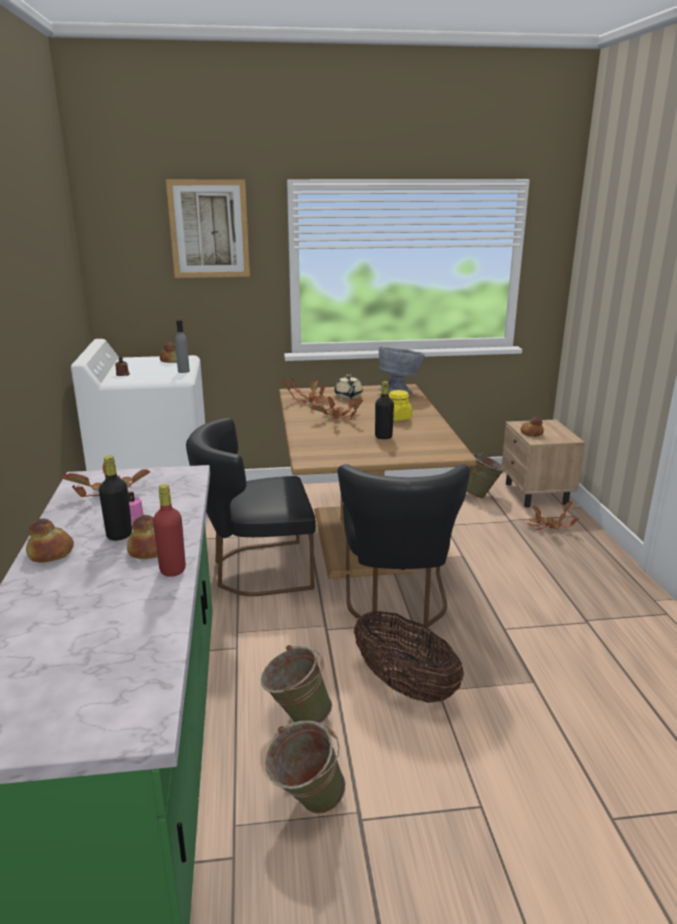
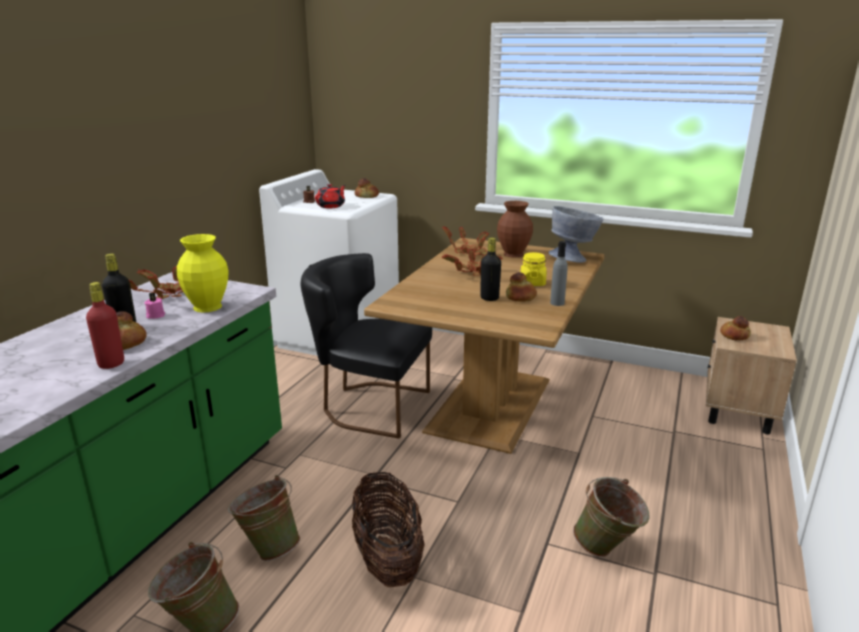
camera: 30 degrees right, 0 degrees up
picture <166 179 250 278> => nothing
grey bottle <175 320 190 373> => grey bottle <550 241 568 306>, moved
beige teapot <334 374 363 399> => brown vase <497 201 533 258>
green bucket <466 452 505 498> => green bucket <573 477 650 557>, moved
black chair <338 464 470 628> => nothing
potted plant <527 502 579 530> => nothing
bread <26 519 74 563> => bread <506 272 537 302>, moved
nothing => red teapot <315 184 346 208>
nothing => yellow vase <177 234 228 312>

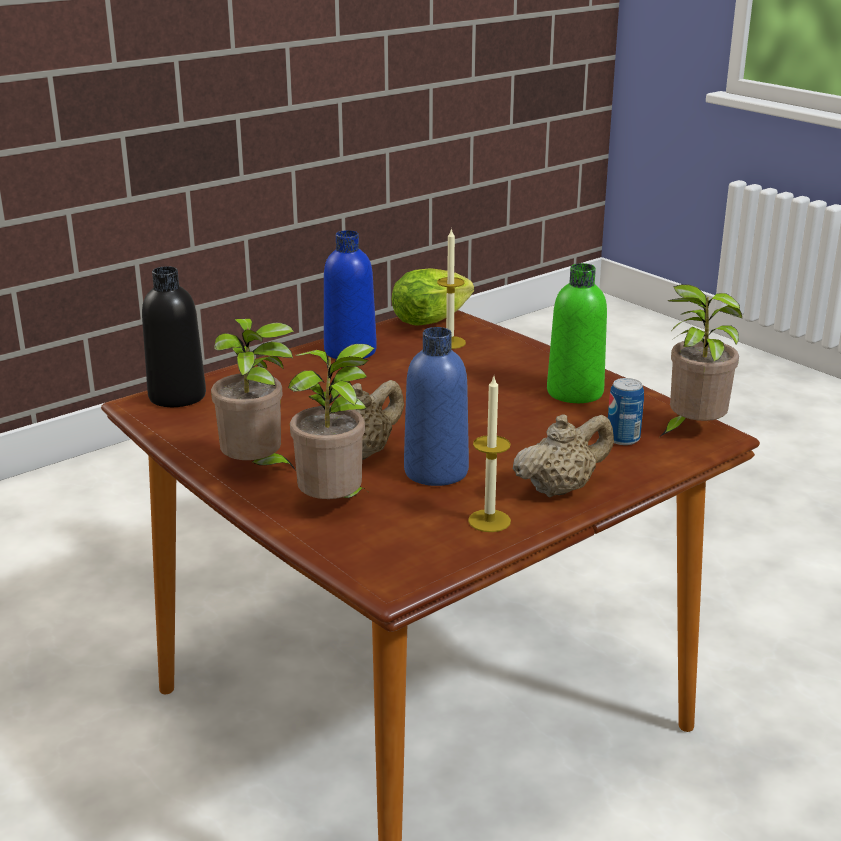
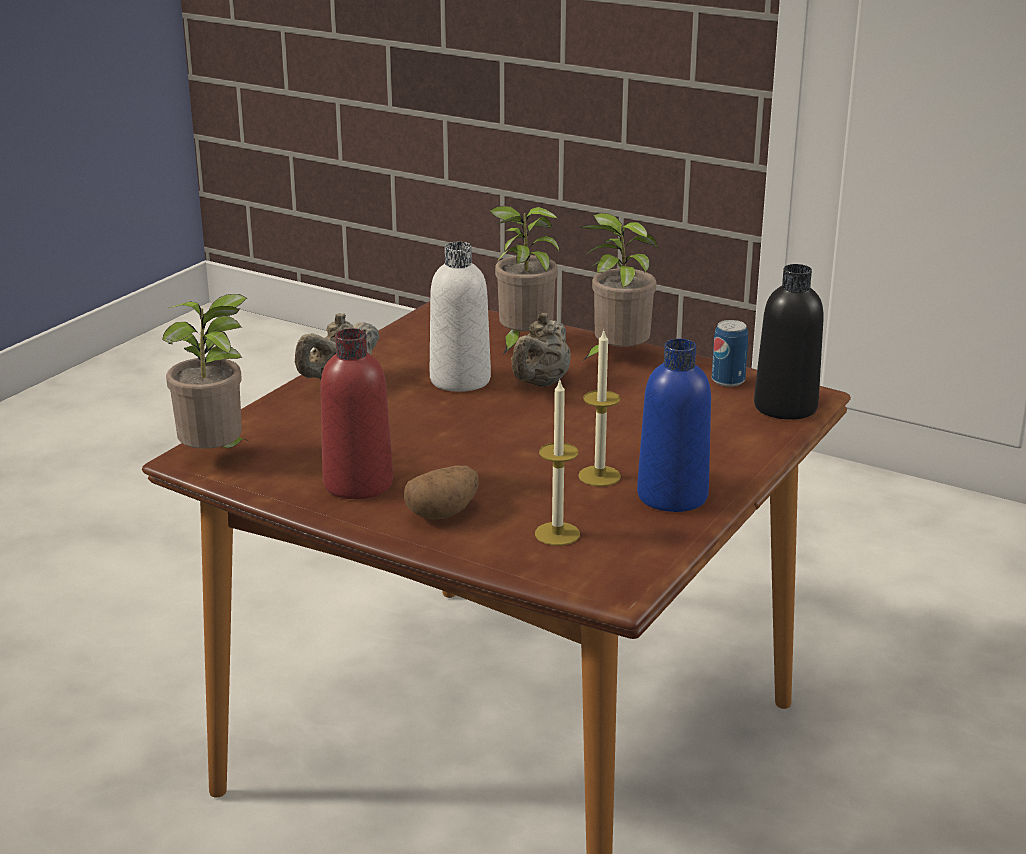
camera: 160 degrees right, 0 degrees up
green bottle <547 263 607 403> => red bottle <321 328 393 499>
lettuce <392 269 474 326> => nothing
blue bottle <404 327 469 486> => white bottle <430 242 491 392>
candle <468 377 511 532> => candle <578 331 621 486>, moved
can <608 378 644 445> => can <712 320 748 387>, moved
nothing => potato <404 465 479 520>

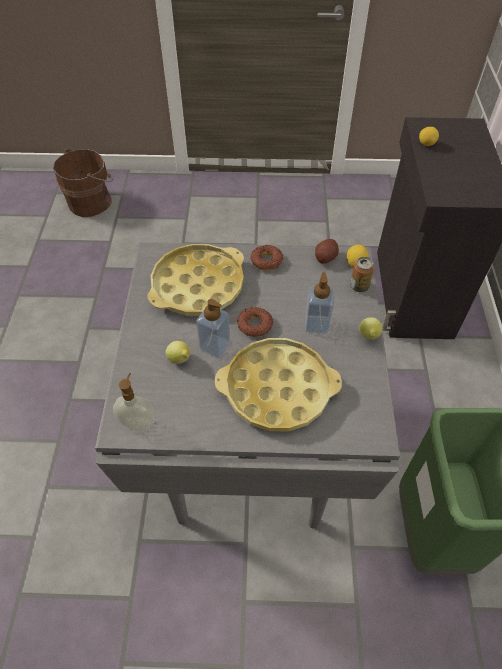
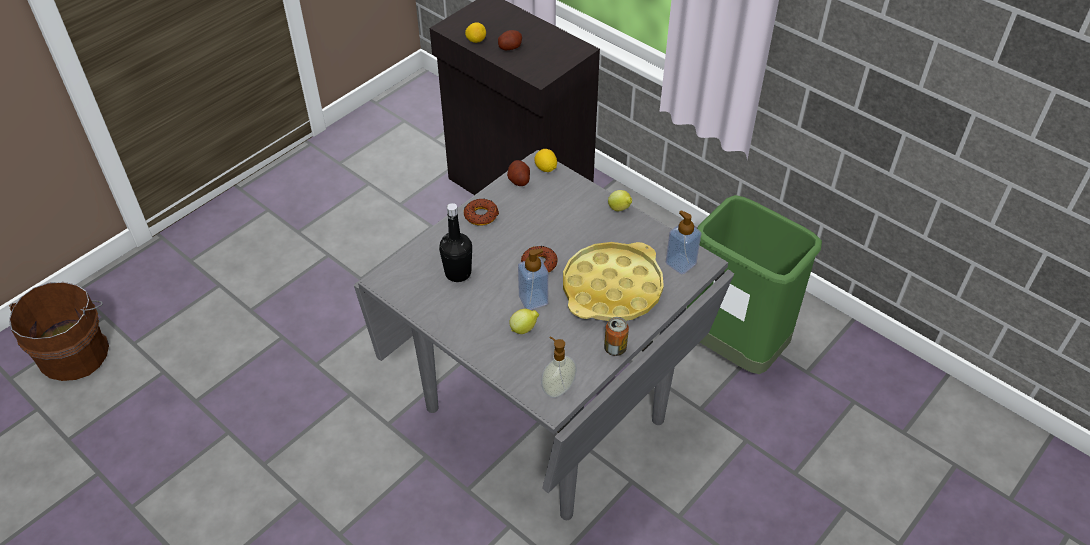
camera: 50 degrees left, 5 degrees down
yellow tray <148 244 244 316> => black bottle <439 203 472 282>
can <350 257 374 292> => can <604 317 629 356>, moved
soap dispenser <305 272 334 334> => soap dispenser <666 210 701 274>, moved
nothing => potato <498 30 522 50>

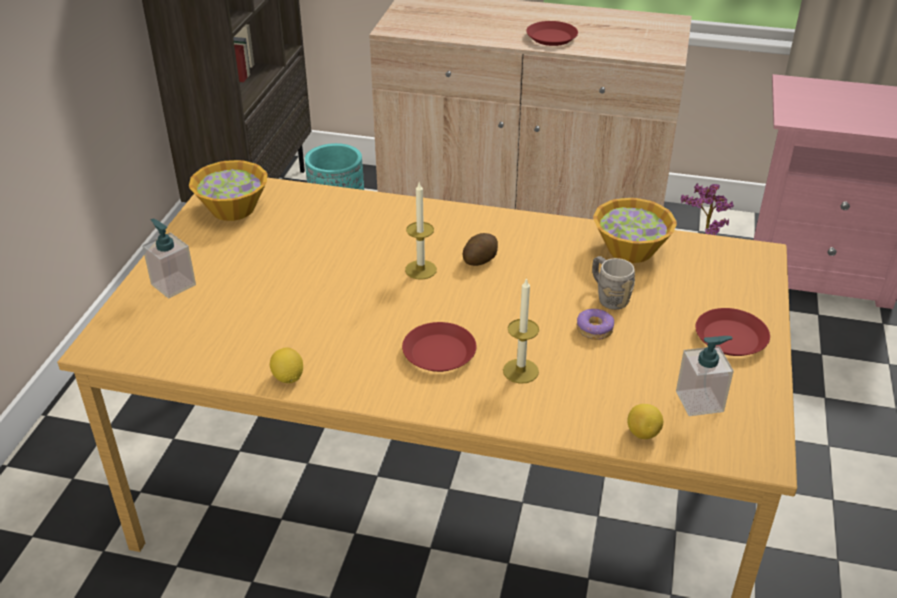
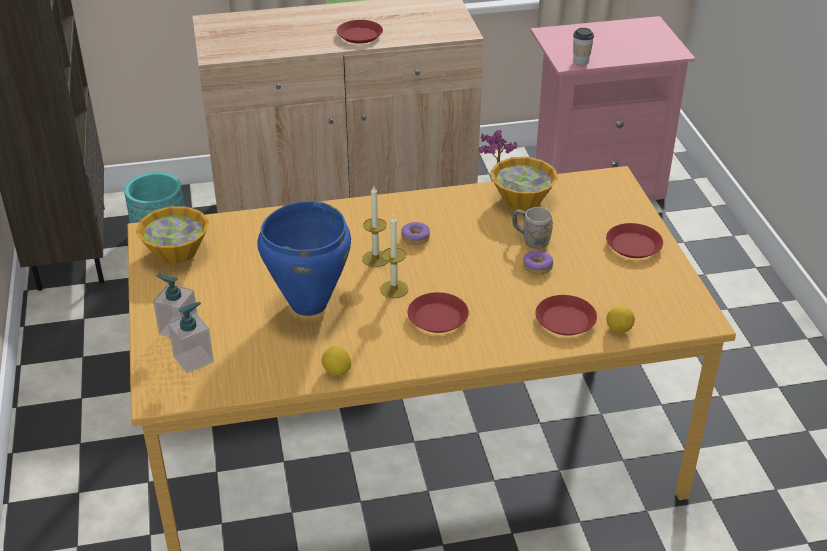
camera: 25 degrees left, 0 degrees up
potato <463 233 498 266> => donut <401 222 430 245>
candle <503 278 539 384> => candle <380 214 408 298>, moved
soap dispenser <676 336 734 416> => soap dispenser <168 302 214 373>, moved
nothing => cup <573 28 594 65>
nothing => blue cooking pot <257 201 351 316>
nothing => red plate <535 295 597 335>

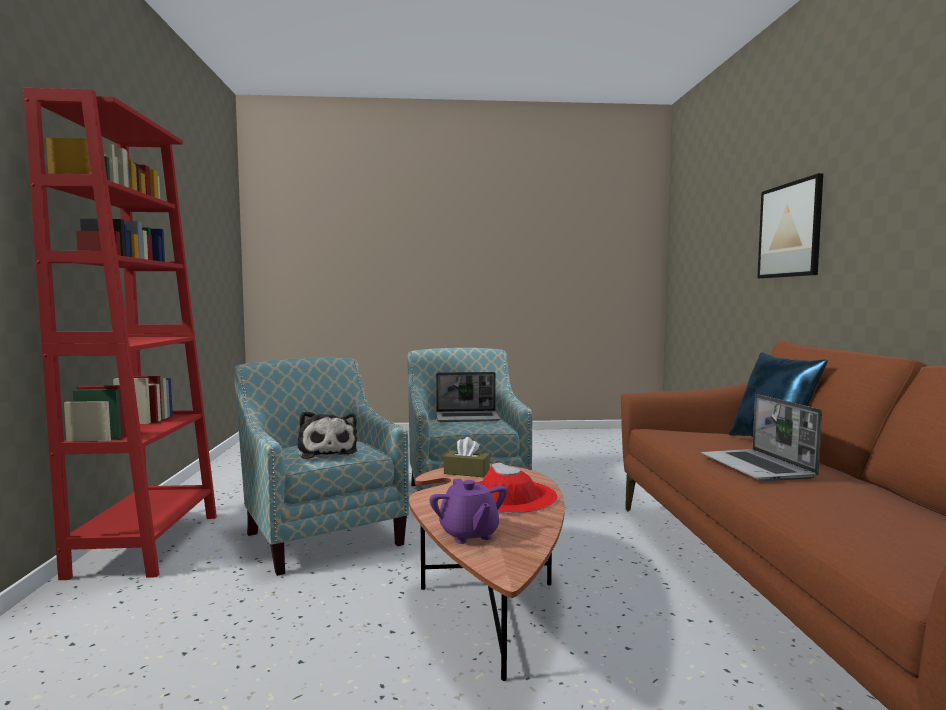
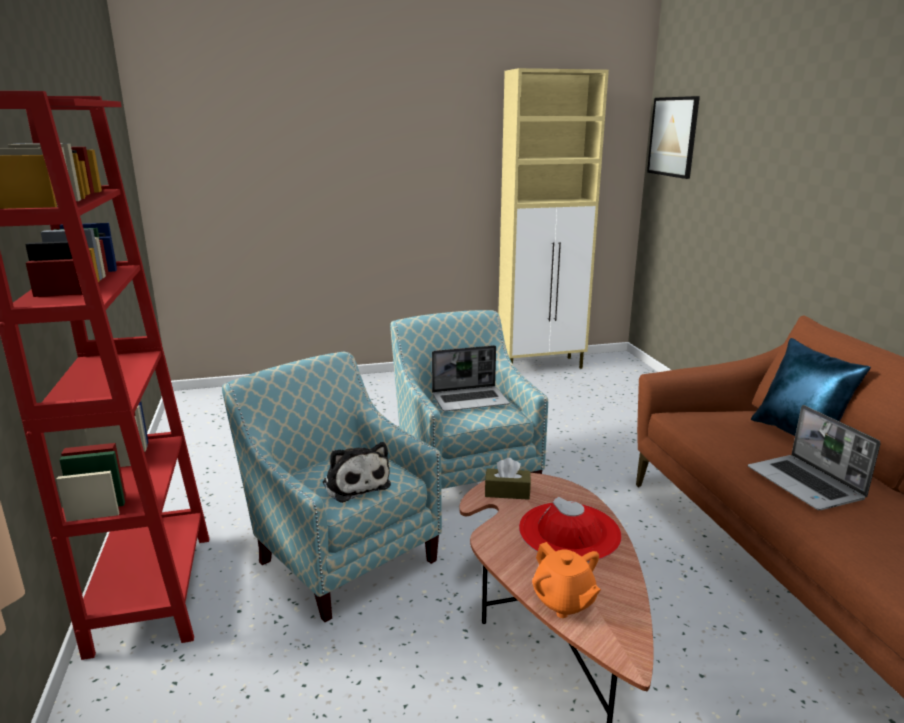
camera: 10 degrees left, 15 degrees up
picture <757 173 823 279> => picture <647 96 700 179>, moved
purple teapot <429 479 507 544> => orange teapot <532 542 601 618>
nothing => beige cabinet <498 68 609 369>

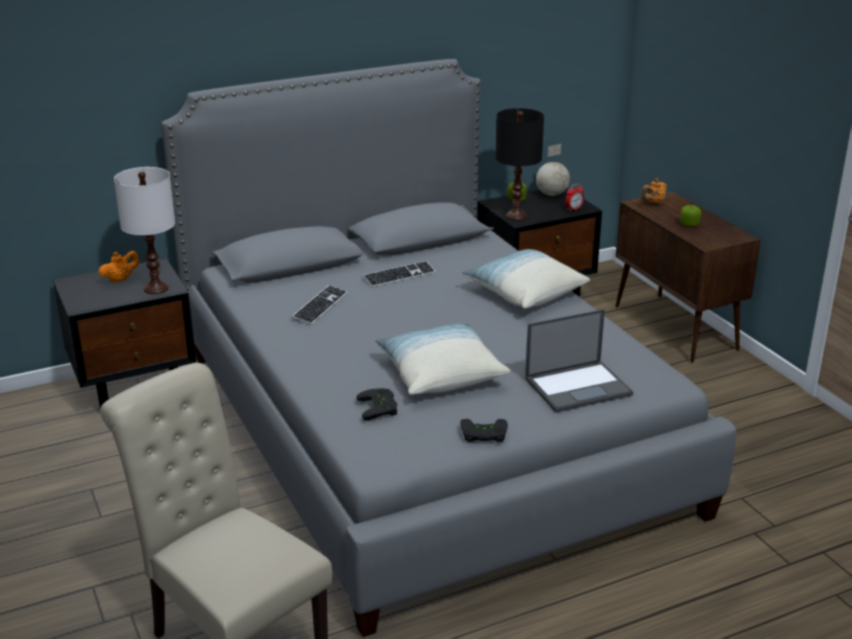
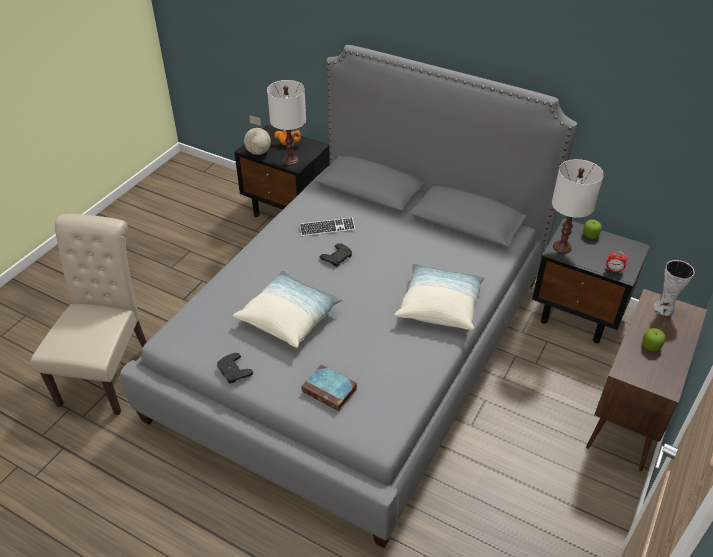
camera: 55 degrees right, 15 degrees up
black table lamp <495 108 544 220> => white table lamp <552 159 604 253>
globe <536 144 570 196> => globe <244 115 271 155>, moved
orange teapot <641 178 667 205> => vase <654 260 695 316>
keyboard <363 261 436 287> => nothing
laptop <525 309 633 413> => book <301 364 357 411>
black game controller <357 388 397 420> => black game controller <320 243 352 267>, moved

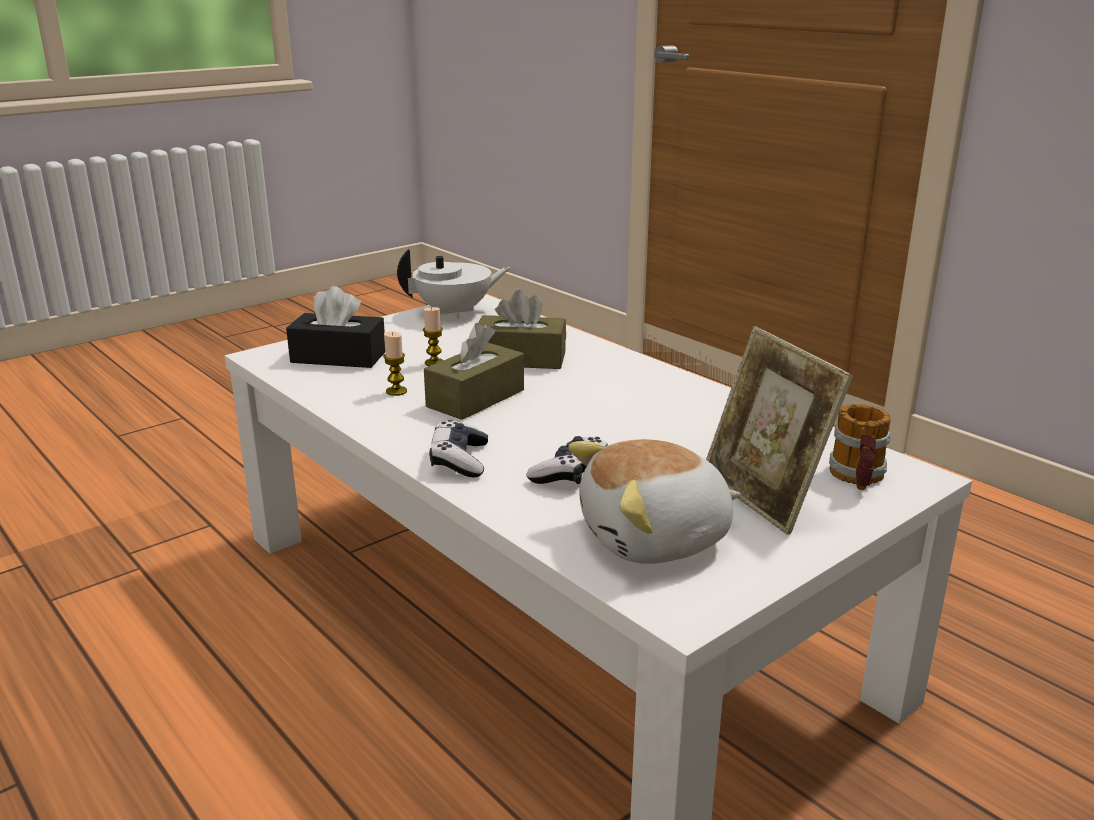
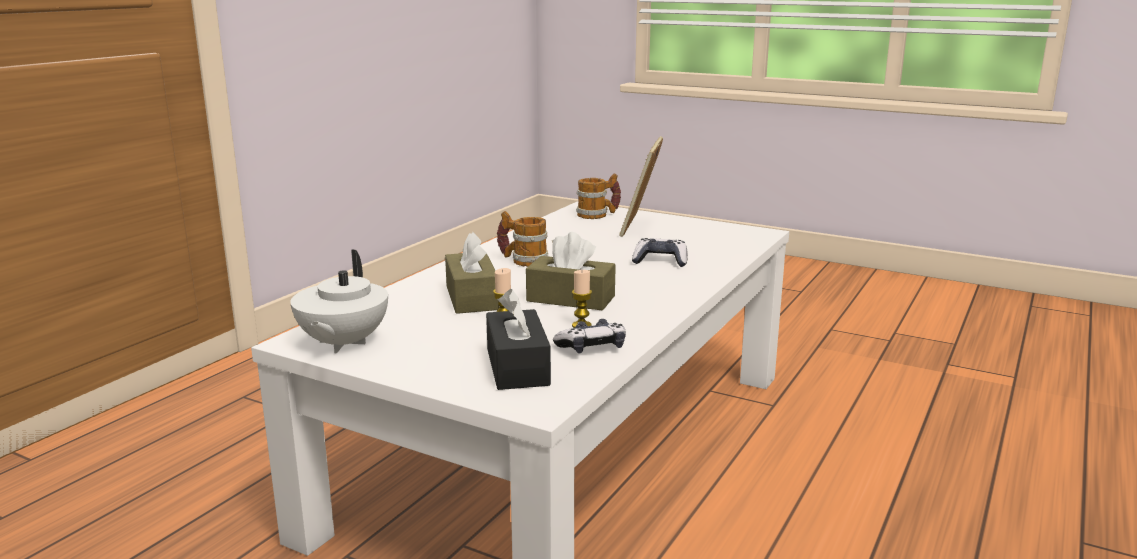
camera: 110 degrees left, 5 degrees down
white teapot <397 249 511 319> => white teapot <290 250 388 353>, 135 degrees counterclockwise
picture frame <706 326 853 535> => picture frame <619 136 663 237>, 150 degrees clockwise
game controller <429 420 488 477> => game controller <553 319 626 354>, moved
plush toy <569 439 741 564> => nothing
nothing => mug <497 211 548 267>

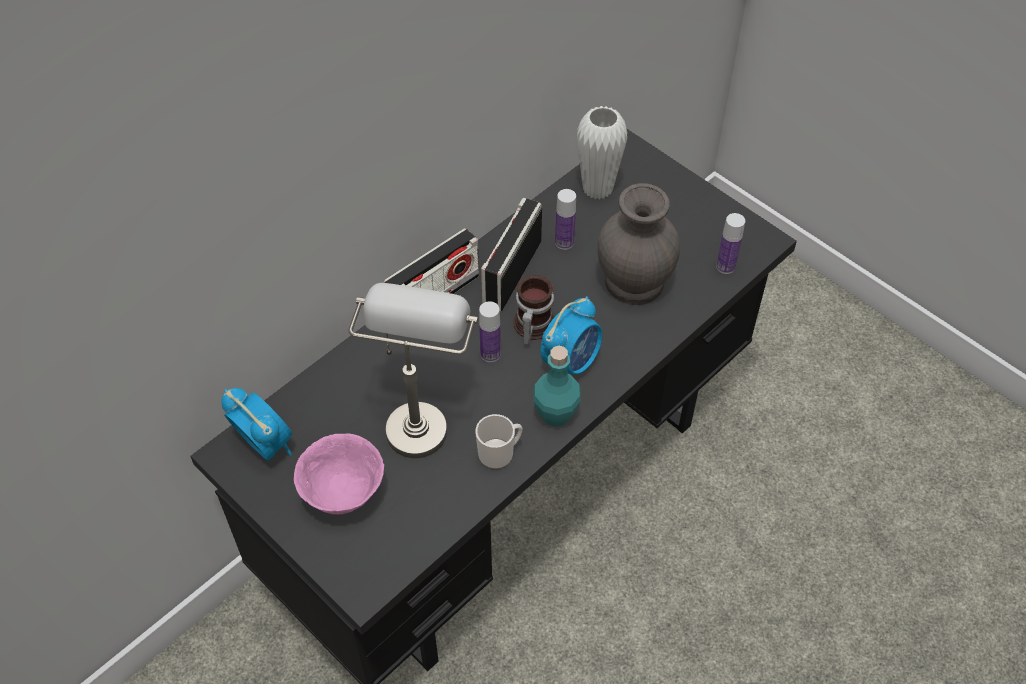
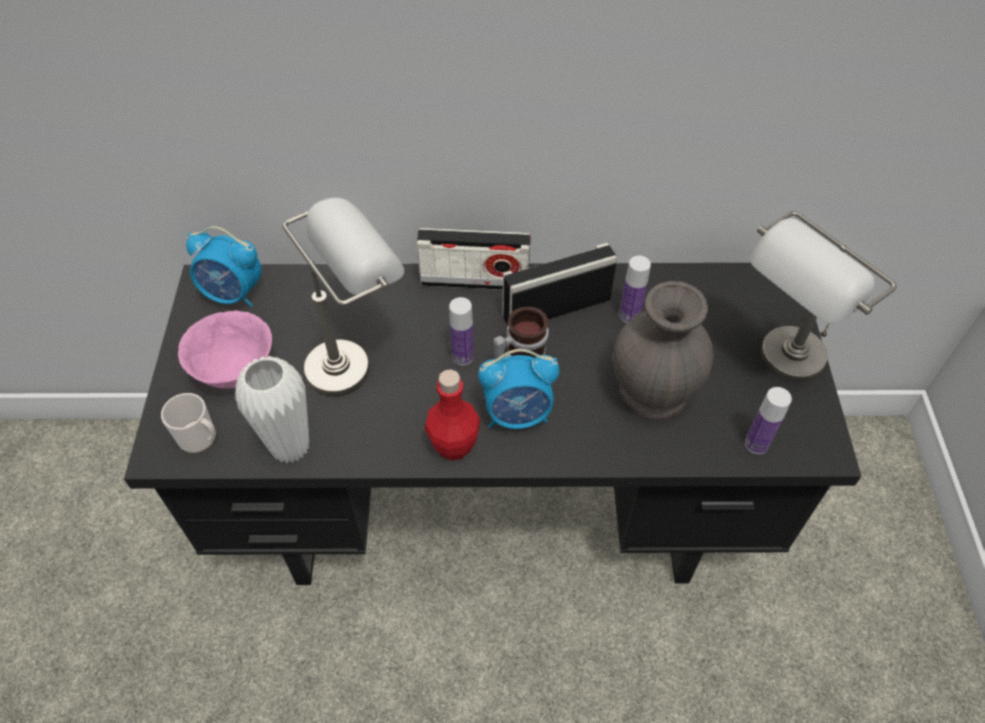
camera: 45 degrees right, 0 degrees up
white vase <577 106 628 200> => white vase <235 356 309 464>, moved
turquoise bottle <533 346 581 427> => red bottle <425 369 480 460>
alarm clock <221 388 292 461> => alarm clock <186 226 262 307>, 105 degrees clockwise
mug <475 414 522 469> => mug <161 393 216 453>, moved
nothing => grey table lamp <750 211 897 382>

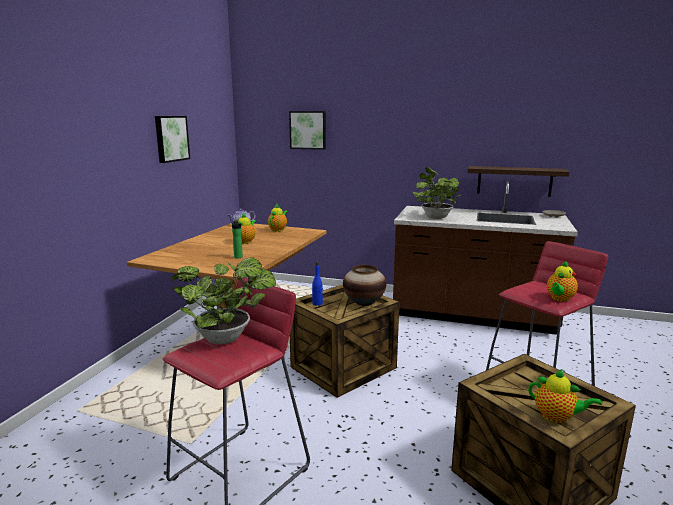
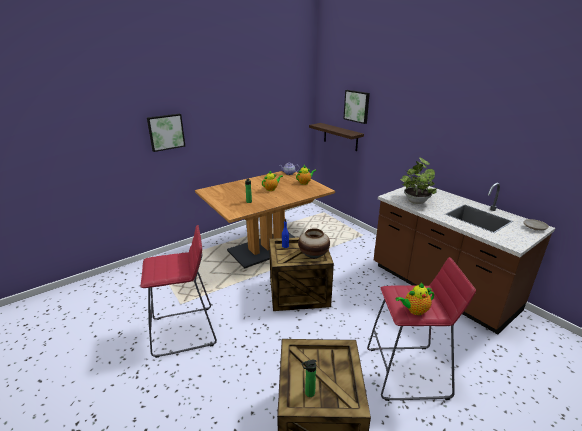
camera: 35 degrees right, 10 degrees up
picture <155 116 190 163> => picture <147 114 185 152>, moved
shelf <468 166 570 197> => shelf <309 123 364 151>, moved
potted plant <171 257 276 344> => nothing
teapot <528 369 602 423> => bottle <301 359 316 397>

